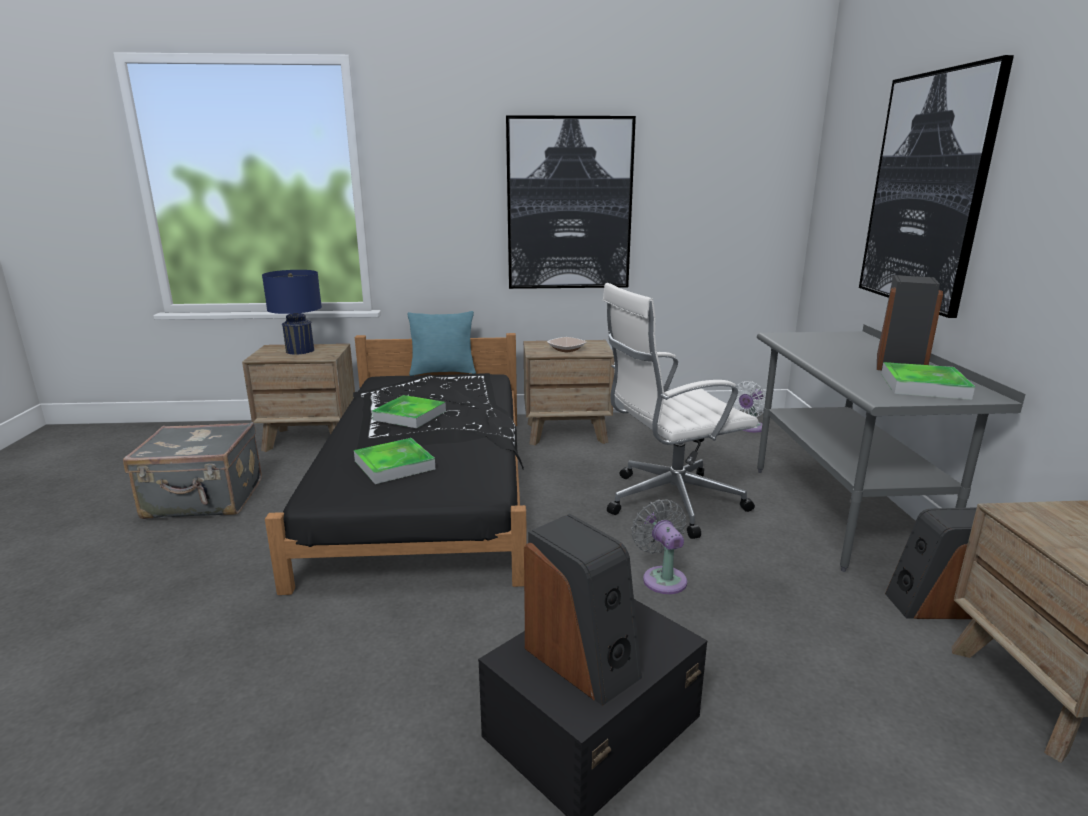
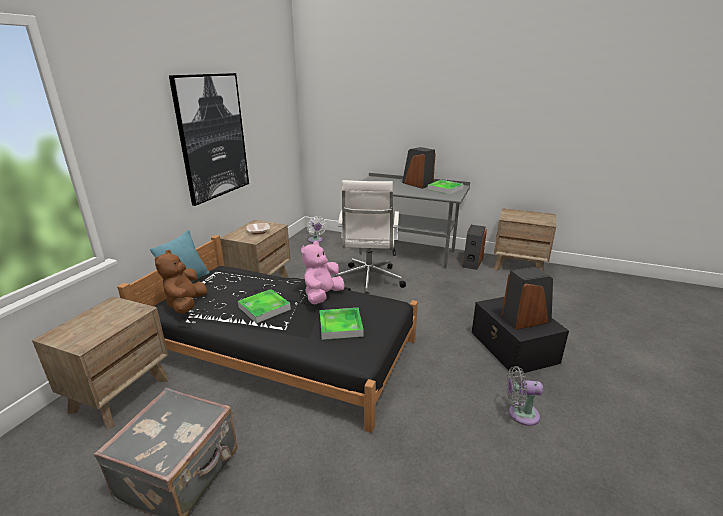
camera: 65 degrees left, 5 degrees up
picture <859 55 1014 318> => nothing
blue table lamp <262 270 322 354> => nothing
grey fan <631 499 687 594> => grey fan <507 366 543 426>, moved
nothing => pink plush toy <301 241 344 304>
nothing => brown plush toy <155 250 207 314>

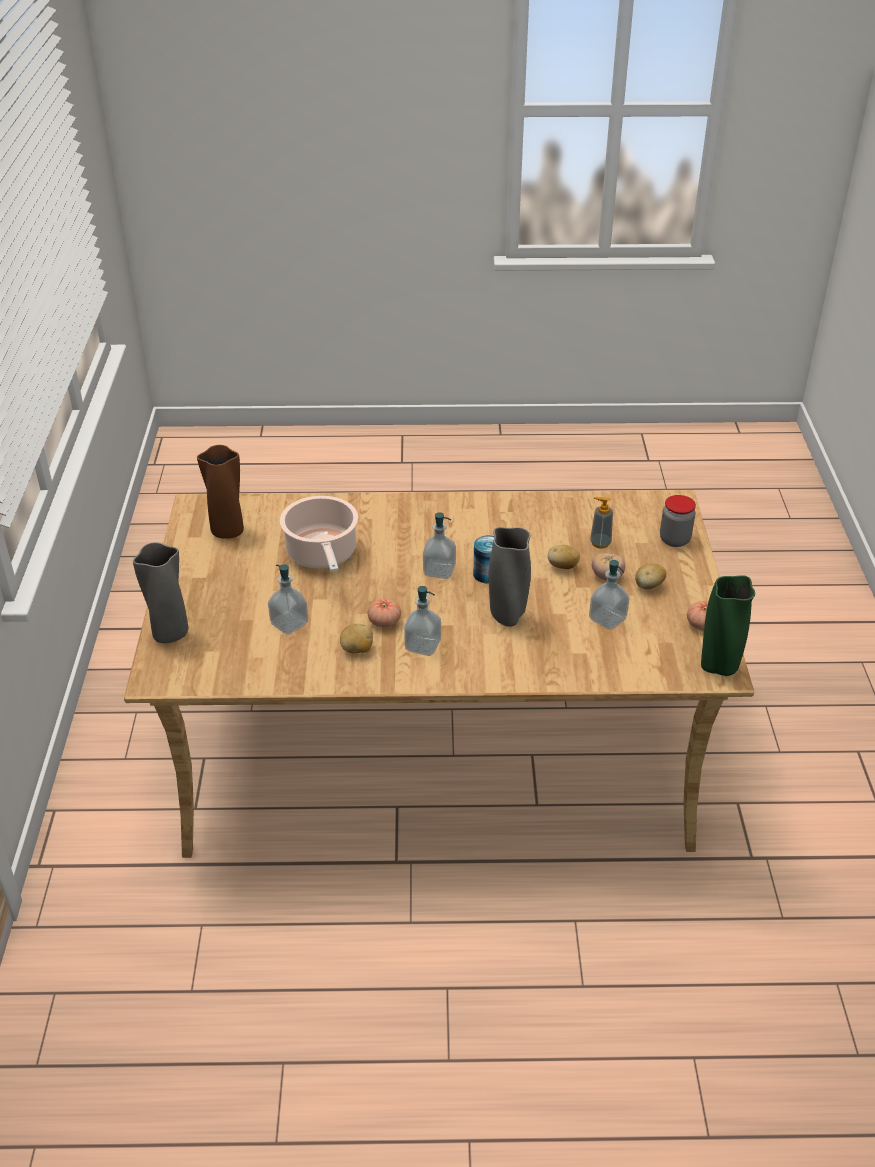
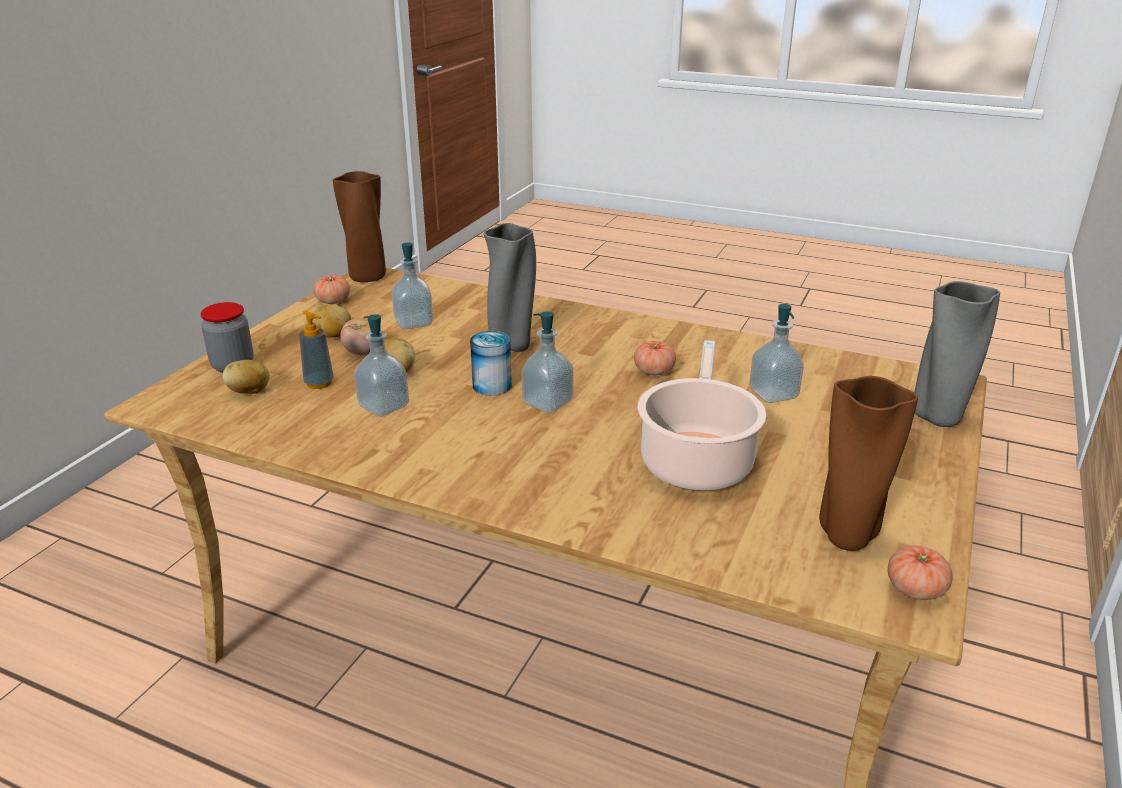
camera: 155 degrees left, 10 degrees down
green vase <701 575 755 676> => brown vase <333 171 386 282>
soap dispenser <404 586 441 656> => soap dispenser <354 314 409 417>, moved
potato <340 624 373 653> => potato <223 360 270 394>, moved
nothing => tomato <888 545 952 600>

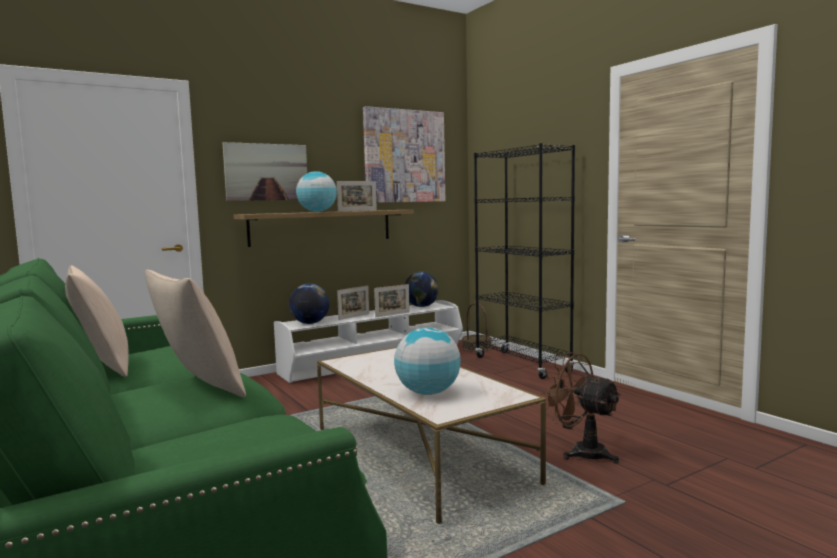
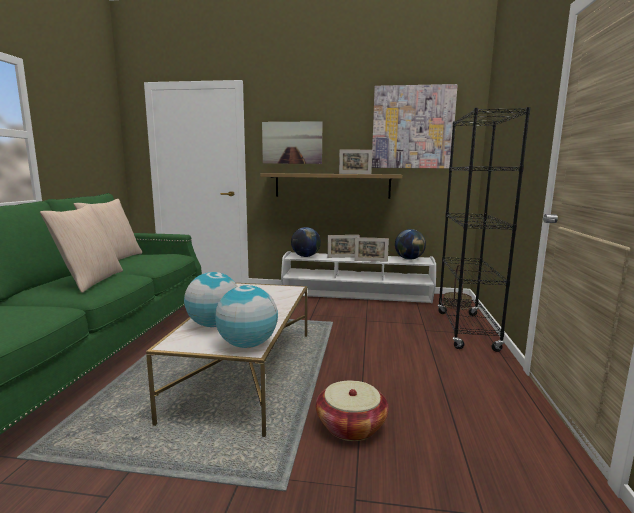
camera: 40 degrees right, 5 degrees up
globe <296 171 337 212> => globe <215 285 278 348>, moved
brown fan <541 352 621 464> => basket <316 381 389 441>

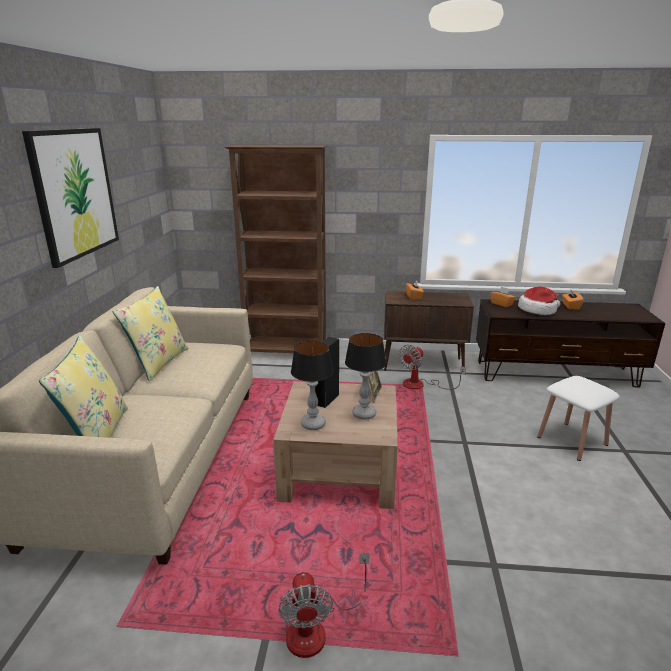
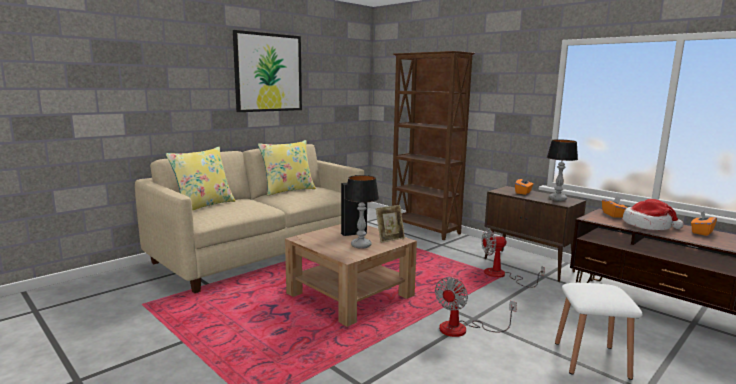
camera: 40 degrees right, 10 degrees down
table lamp <291 341 334 430> => table lamp <547 139 578 201>, moved
fan <278 552 369 658> => fan <435 277 517 337>, moved

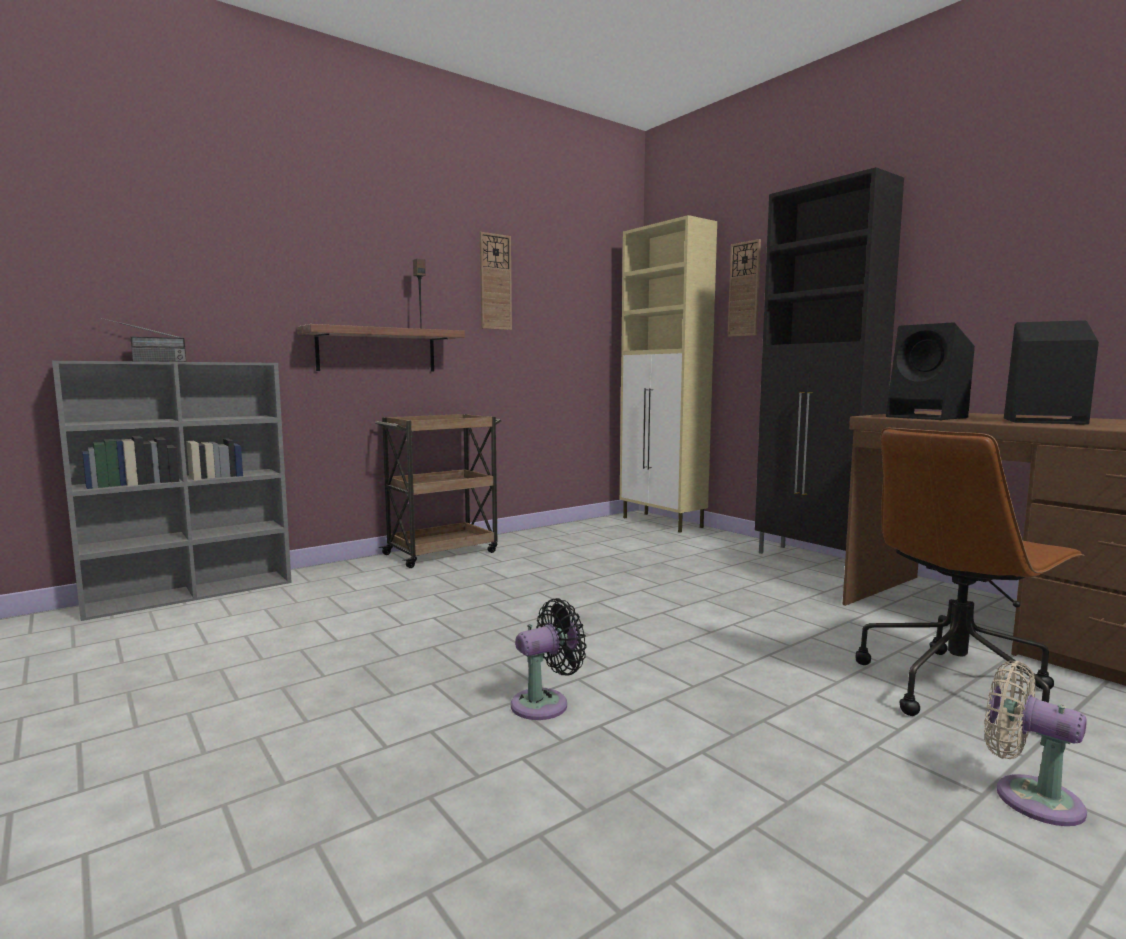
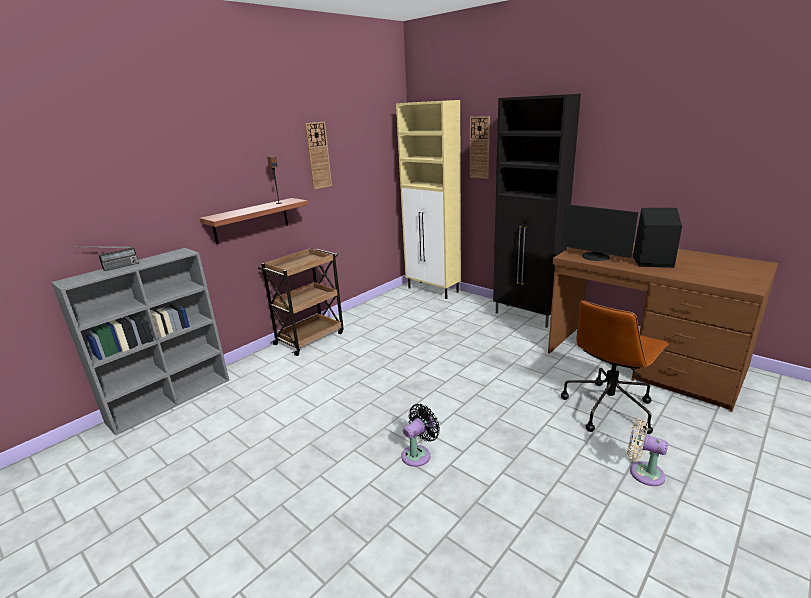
camera: 10 degrees left, 15 degrees up
black speaker <886 322 975 420> => monitor <561 204 638 261>

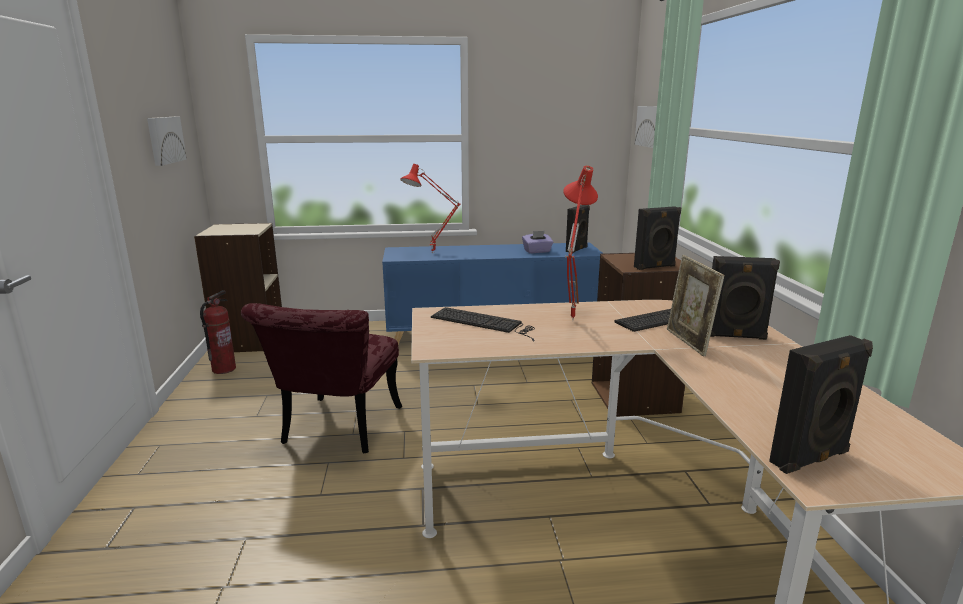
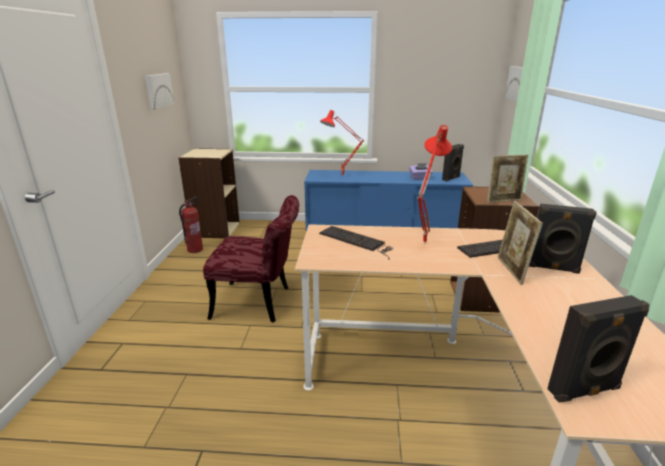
camera: 10 degrees right, 5 degrees up
black speaker <634 206 681 270> => picture frame <487 155 528 203>
red chair <241 303 402 454> => red chair <203 195 299 323>, 105 degrees counterclockwise

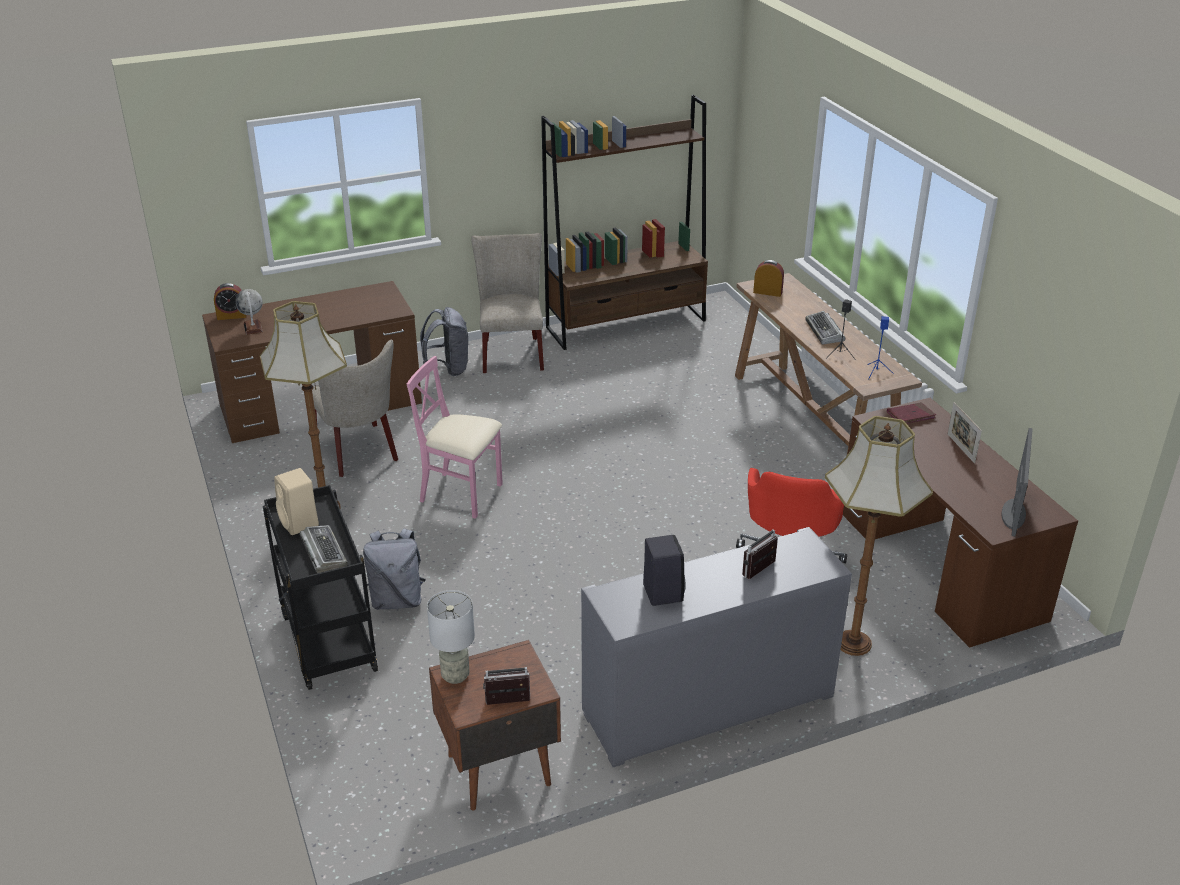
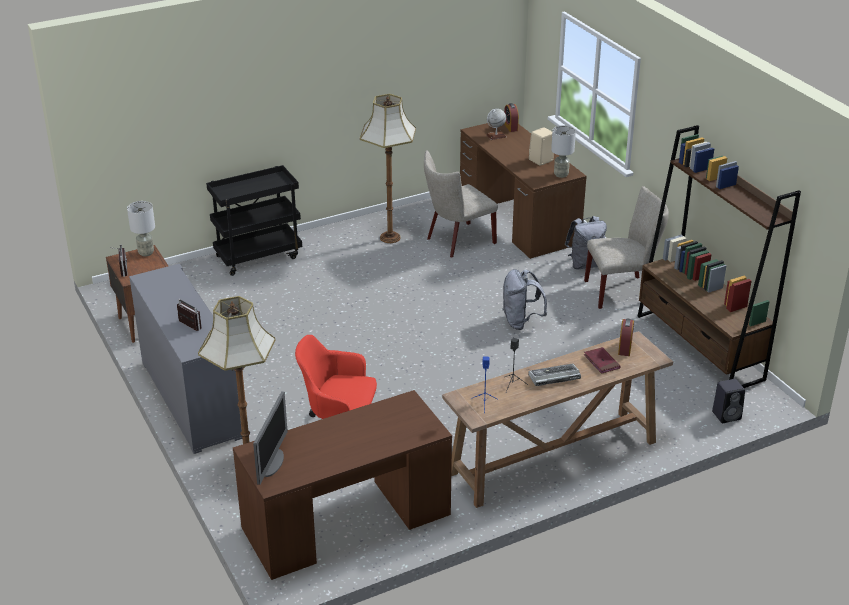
camera: 85 degrees right, 0 degrees up
pink chair <407 356 503 519> => nothing
red book <887 402 936 424> => red book <584 347 621 374>, moved
picture frame <948 402 982 463> => nothing
monitor <1002 428 1033 537> => monitor <253 391 288 485>, 90 degrees counterclockwise
beige speaker <274 468 319 535> => beige speaker <529 127 554 166>, moved
keyboard <299 525 348 573> => nothing
grey backpack <363 528 426 610> => grey backpack <503 269 547 330>, moved
black speaker <643 535 686 606> => black speaker <712 379 745 423>, moved
nothing => grey table lamp <551 125 576 178>

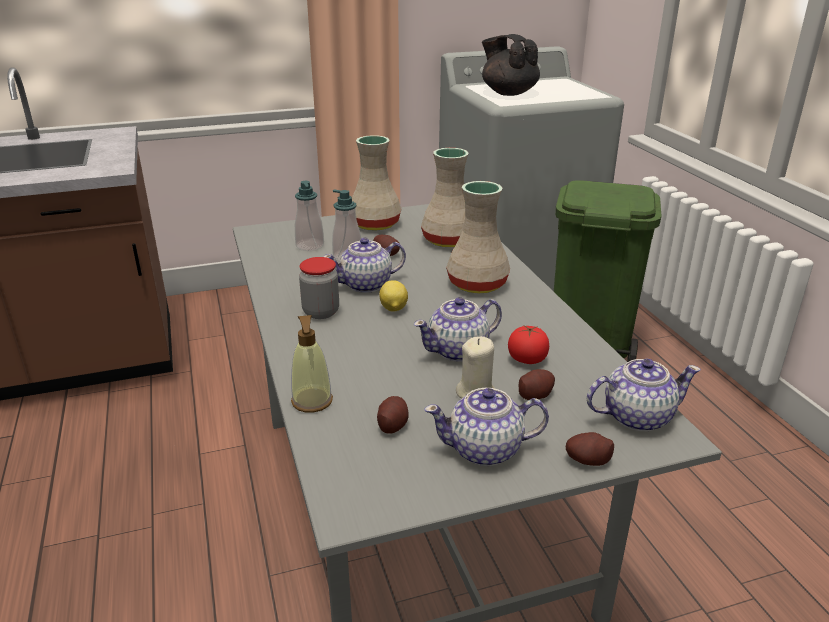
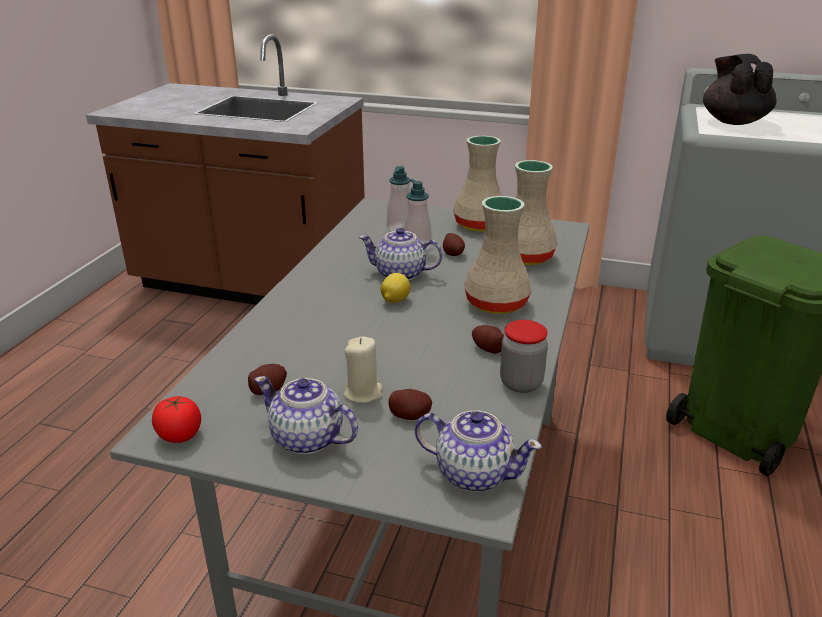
camera: 35 degrees right, 0 degrees up
jar <299 257 339 319> => jar <500 320 548 393>, moved
teapot <414 297 502 362> => nothing
soap dispenser <291 315 333 413> => nothing
tomato <508 325 549 364> => tomato <152 395 201 443>, moved
potato <566 432 614 466> => potato <472 325 504 353>, moved

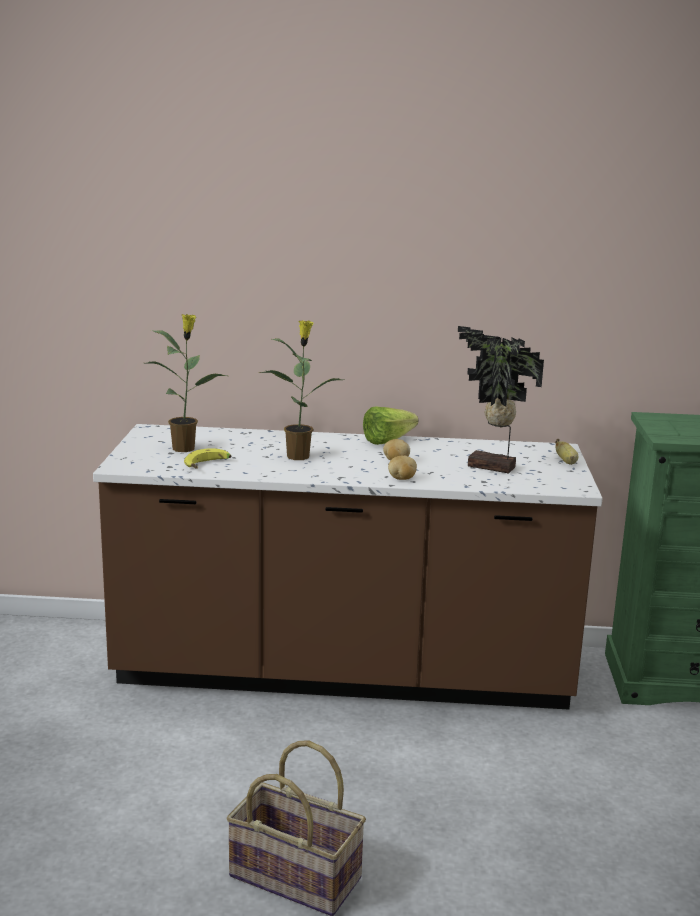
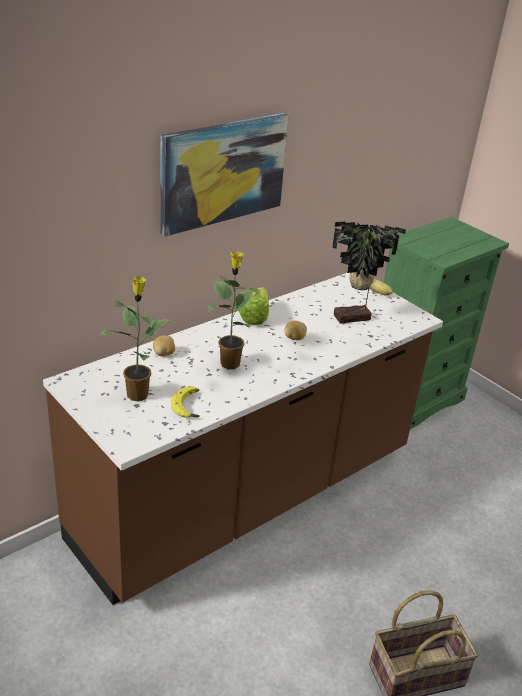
camera: 45 degrees left, 15 degrees up
potato <388 456 417 480> => potato <153 335 175 356>, moved
nothing => picture <160 113 289 237>

